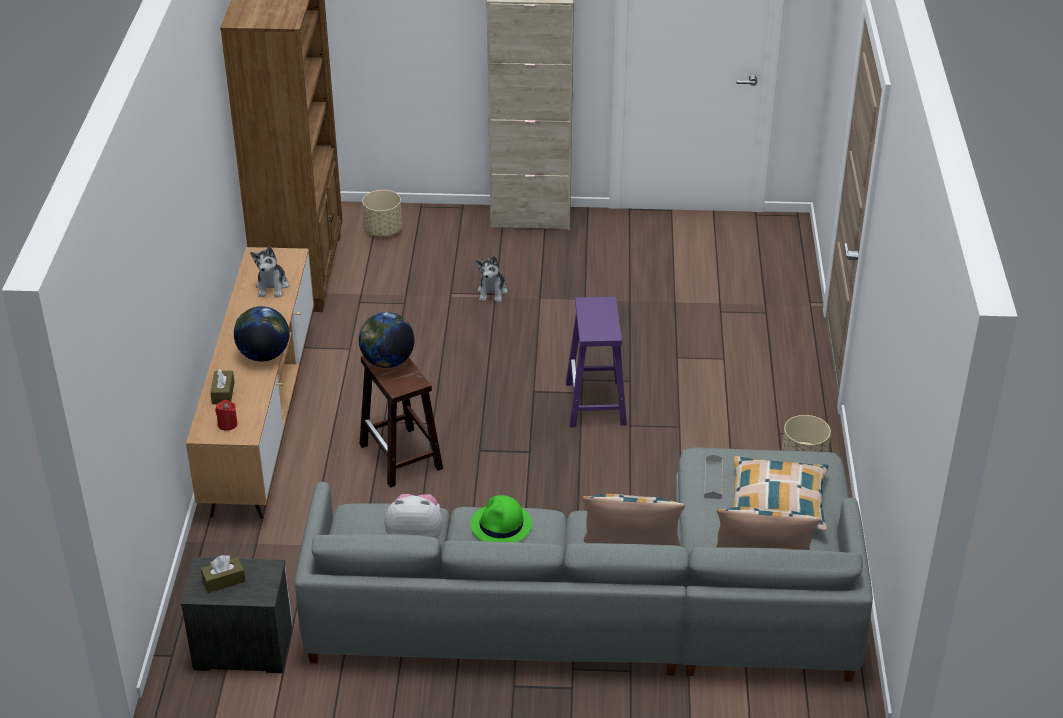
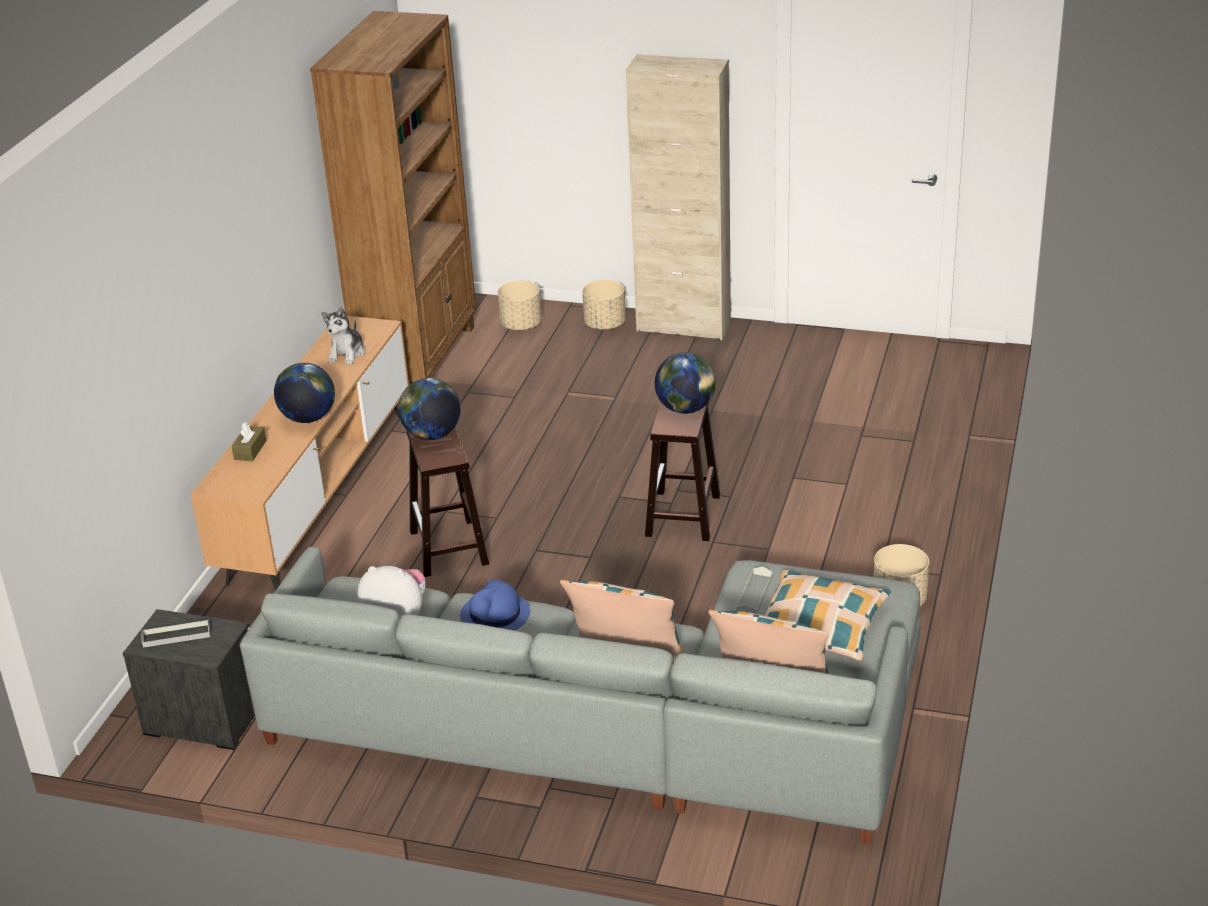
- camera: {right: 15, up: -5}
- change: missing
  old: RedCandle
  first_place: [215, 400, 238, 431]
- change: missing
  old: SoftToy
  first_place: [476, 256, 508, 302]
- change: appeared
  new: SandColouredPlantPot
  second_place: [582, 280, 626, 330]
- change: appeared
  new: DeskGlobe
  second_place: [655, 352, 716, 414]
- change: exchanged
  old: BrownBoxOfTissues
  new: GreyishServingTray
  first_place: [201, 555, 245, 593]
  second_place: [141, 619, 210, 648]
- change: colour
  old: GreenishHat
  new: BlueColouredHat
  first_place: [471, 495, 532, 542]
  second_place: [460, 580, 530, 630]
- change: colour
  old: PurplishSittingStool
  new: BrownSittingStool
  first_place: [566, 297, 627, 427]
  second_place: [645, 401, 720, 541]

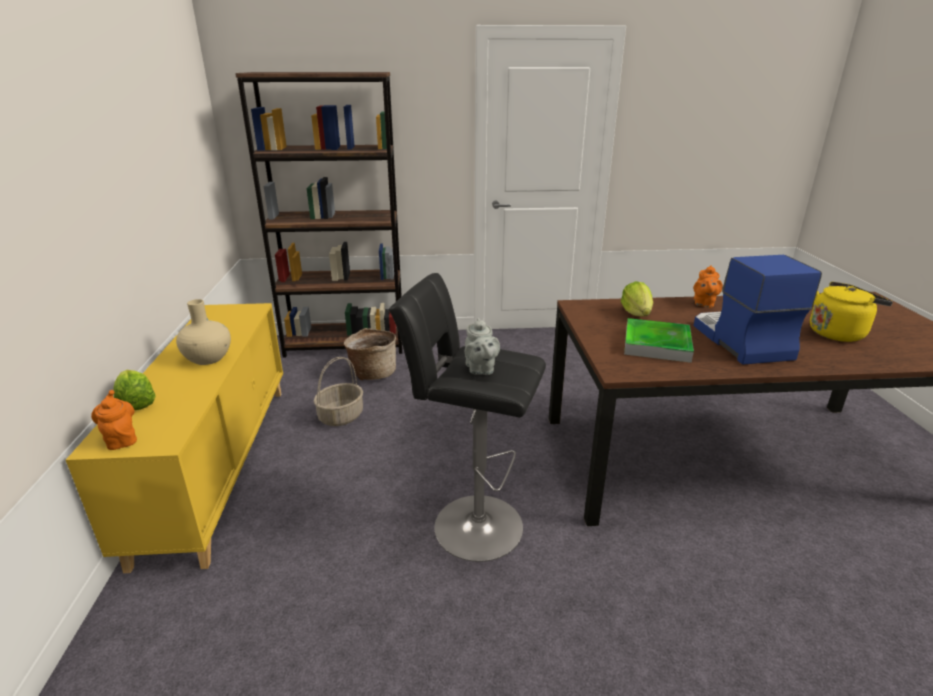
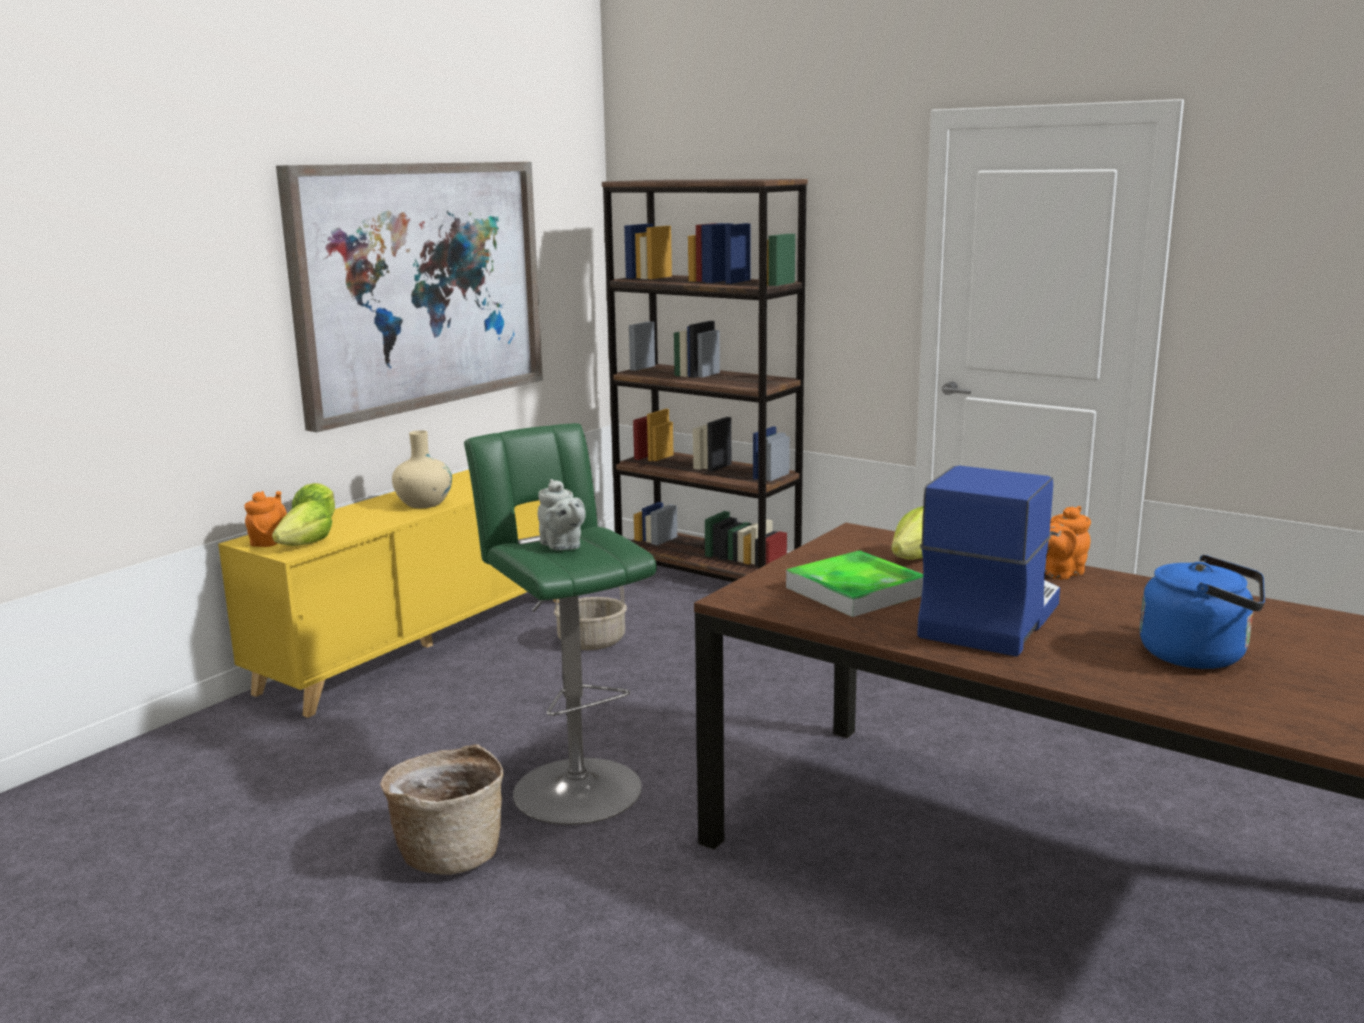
- camera: {right: 40, up: -10}
- change: appeared
  new: LettuceHead
  second_place: [272, 500, 332, 546]
- change: appeared
  new: Picture
  second_place: [276, 162, 543, 432]
- change: relocated
  old: HouseholdBasket
  first_place: [344, 328, 396, 380]
  second_place: [380, 744, 504, 875]
- change: colour
  old: BlackColouredSittingStool
  new: GreenishSittingStool
  first_place: [389, 273, 546, 562]
  second_place: [464, 423, 657, 825]
- change: colour
  old: YellowColouredTeaKettle
  new: BlueColouredTeaKettle
  first_place: [810, 281, 893, 342]
  second_place: [1140, 555, 1265, 669]
- change: spun
  old: GreyishPotForTea
  first_place: [465, 318, 500, 375]
  second_place: [538, 479, 586, 550]
  degrees: -60

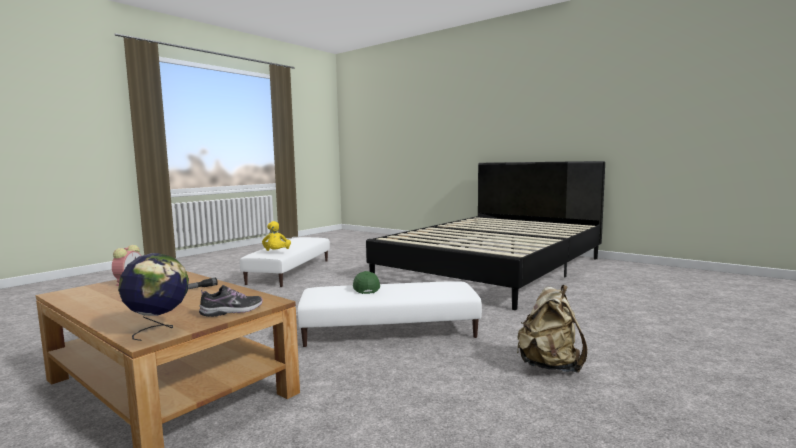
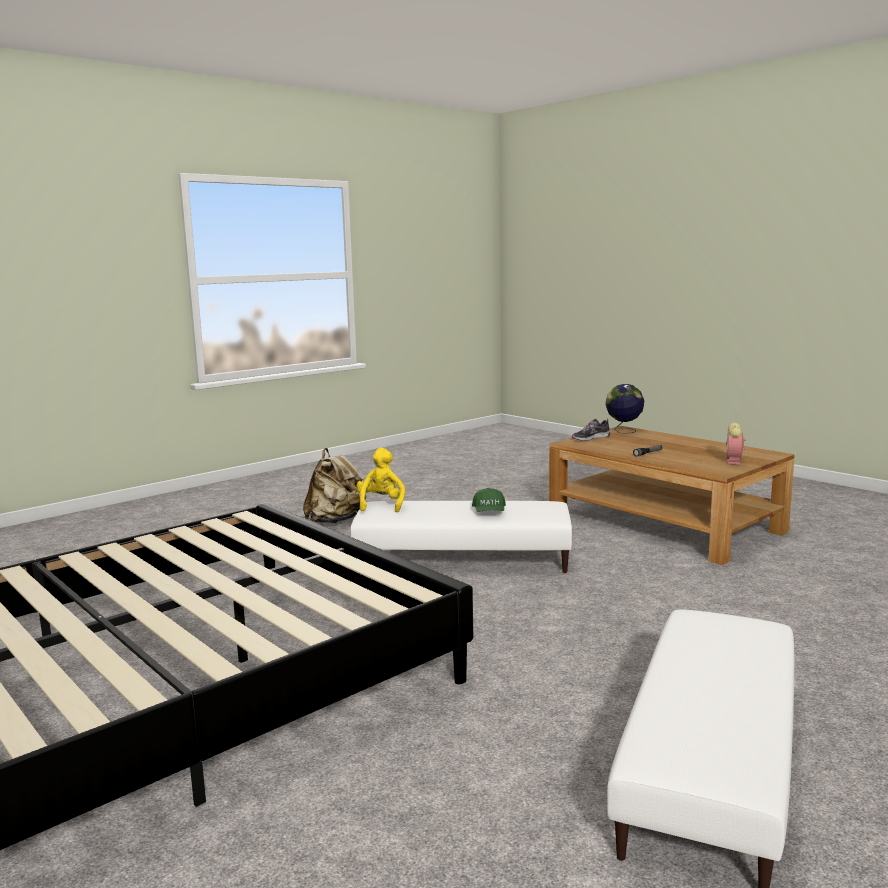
- camera: {right: -170, up: 5}
- change: relocated
  old: YellowColouredSoftToy
  first_place: [262, 221, 291, 251]
  second_place: [356, 448, 405, 513]

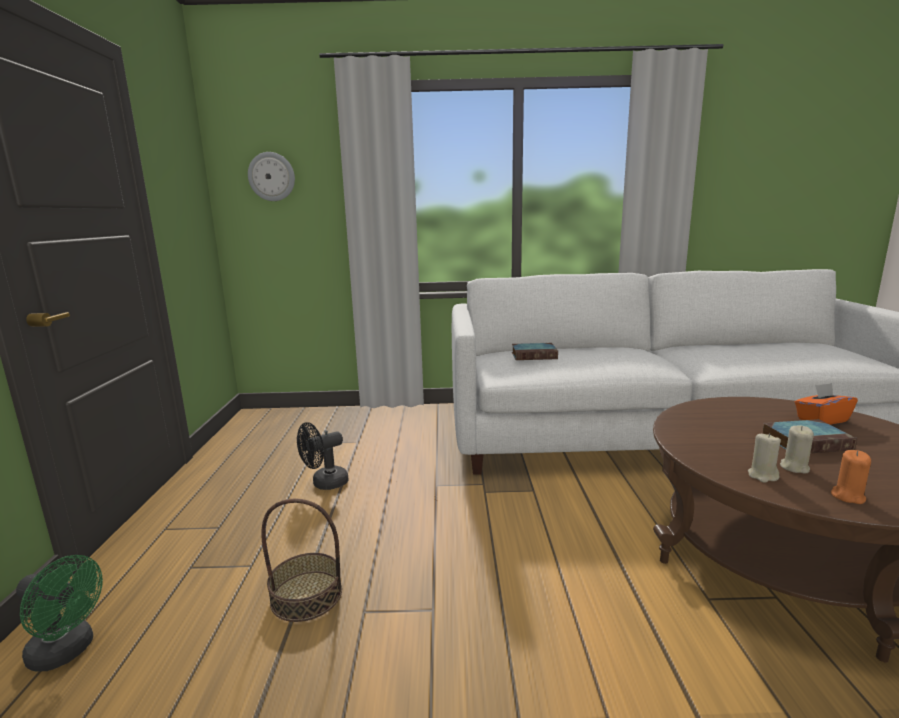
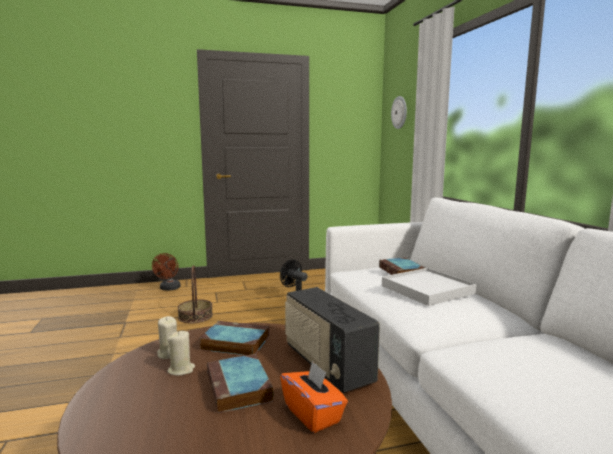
- camera: {right: 75, up: -5}
- change: missing
  old: OrangeCandle
  first_place: [831, 450, 871, 504]
- change: appeared
  new: BoundBook
  second_place: [200, 321, 269, 355]
- change: appeared
  new: RadioReceiver
  second_place: [285, 287, 380, 393]
- change: appeared
  new: WhiteServingTray
  second_place: [382, 268, 476, 306]
- change: colour
  old: GreenishCoolingFan
  new: BrownCoolingFan
  first_place: [16, 555, 103, 671]
  second_place: [152, 253, 181, 290]

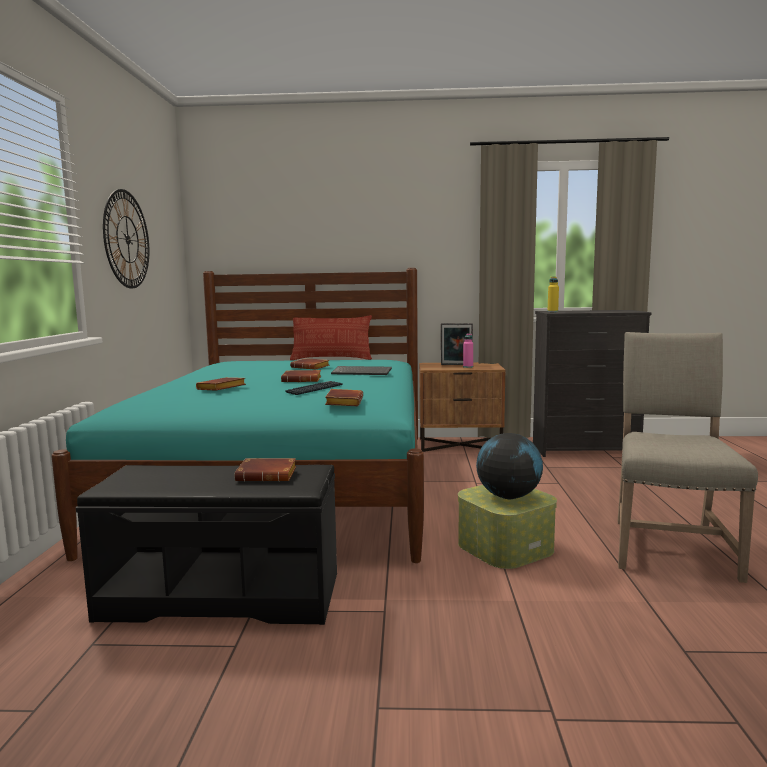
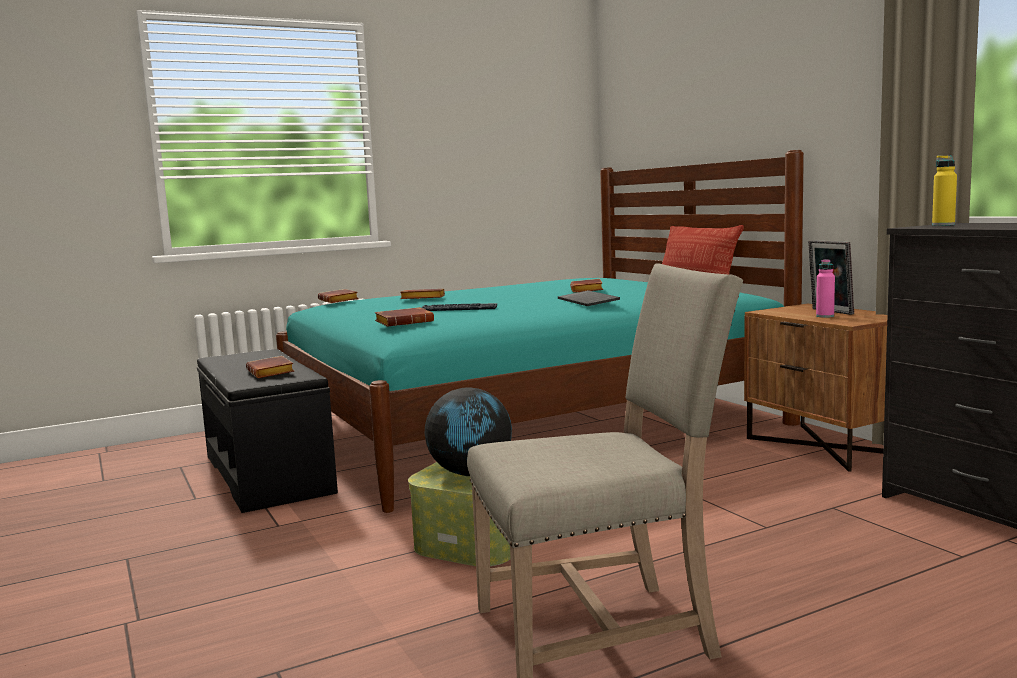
- camera: {right: 60, up: 0}
- change: missing
  old: WallClock
  first_place: [103, 189, 149, 289]
- change: relocated
  old: BrownBoundBook
  first_place: [281, 370, 321, 382]
  second_place: [318, 289, 359, 303]

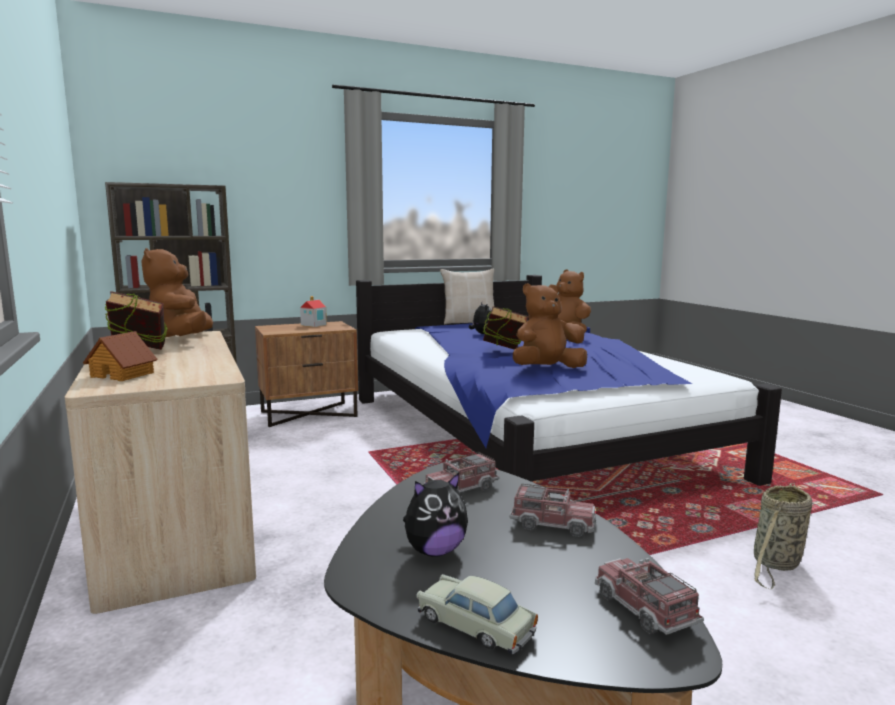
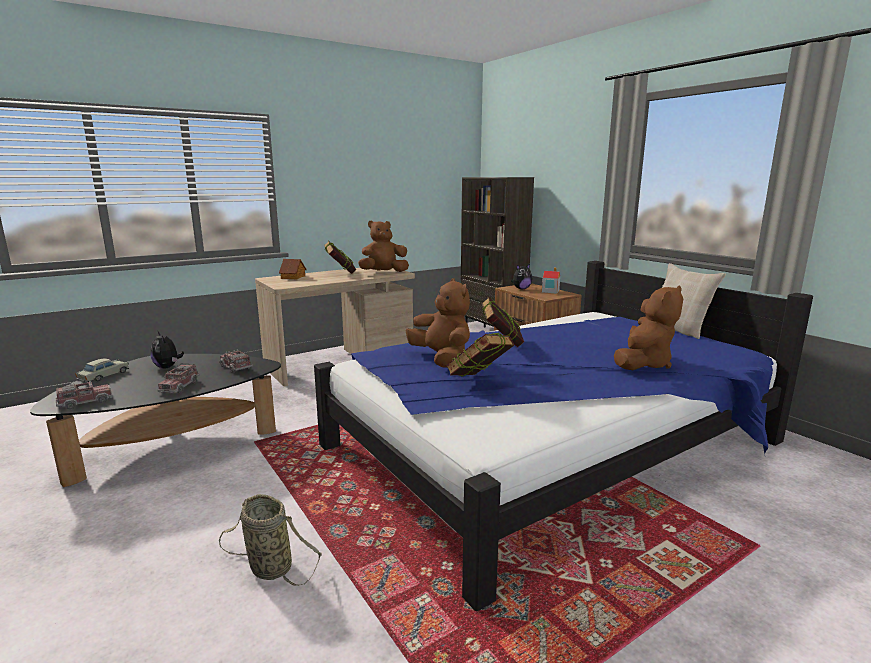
- camera: {right: 80, up: 5}
- change: appeared
  new: BoundBook
  second_place: [446, 332, 514, 376]
- change: relocated
  old: SoftToy
  first_place: [469, 302, 492, 334]
  second_place: [511, 264, 532, 289]

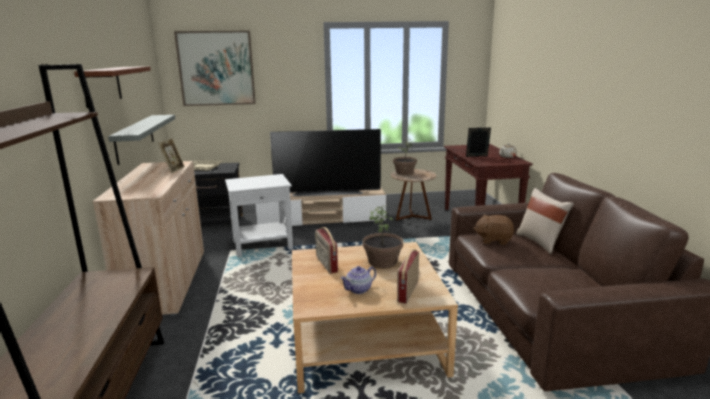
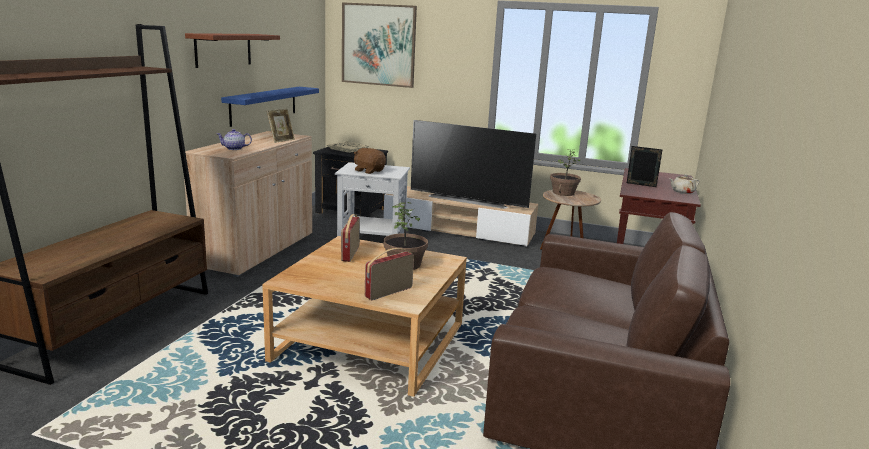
- camera: {right: 25, up: 0}
- change: missing
  old: SandColouredPillow
  first_place: [516, 188, 574, 254]
- change: relocated
  old: PotForTea
  first_place: [340, 266, 376, 294]
  second_place: [216, 129, 252, 150]
- change: relocated
  old: BrownSoftToy
  first_place: [473, 214, 514, 245]
  second_place: [354, 148, 386, 174]
- change: colour
  old: GreyishBracketShelf
  new: BlueColouredBracketShelf
  first_place: [108, 115, 175, 165]
  second_place: [221, 87, 319, 127]

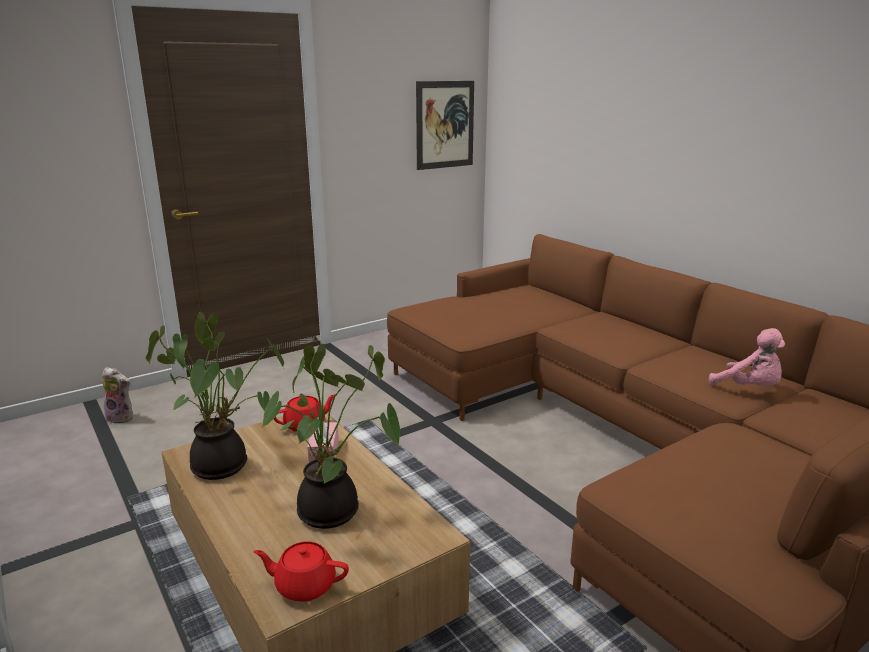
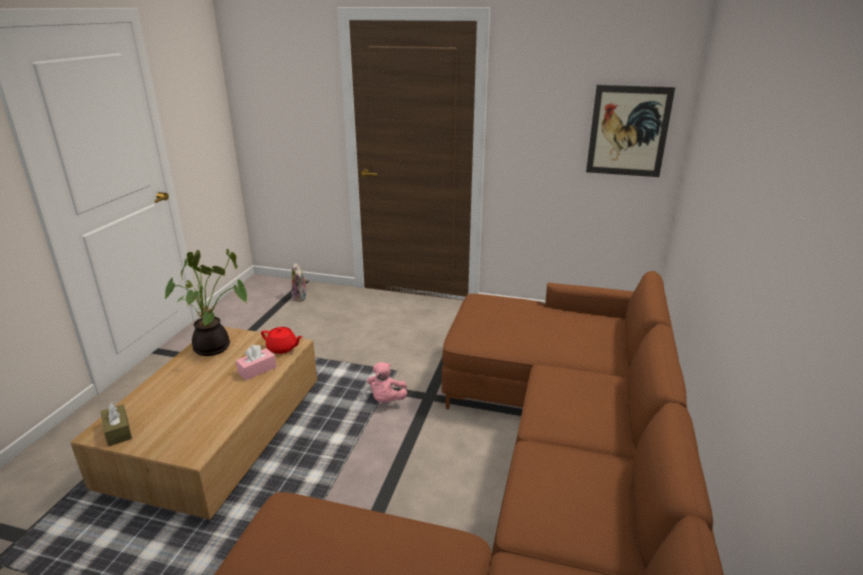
- camera: {right: 50, up: 5}
- change: missing
  old: PottedPlant
  first_place: [261, 344, 400, 529]
- change: relocated
  old: PinkishSoftToy
  first_place: [709, 328, 785, 386]
  second_place: [367, 362, 407, 403]
- change: exchanged
  old: RedPotForTea
  new: BrownBoxOfTissues
  first_place: [254, 542, 349, 602]
  second_place: [101, 403, 132, 446]

